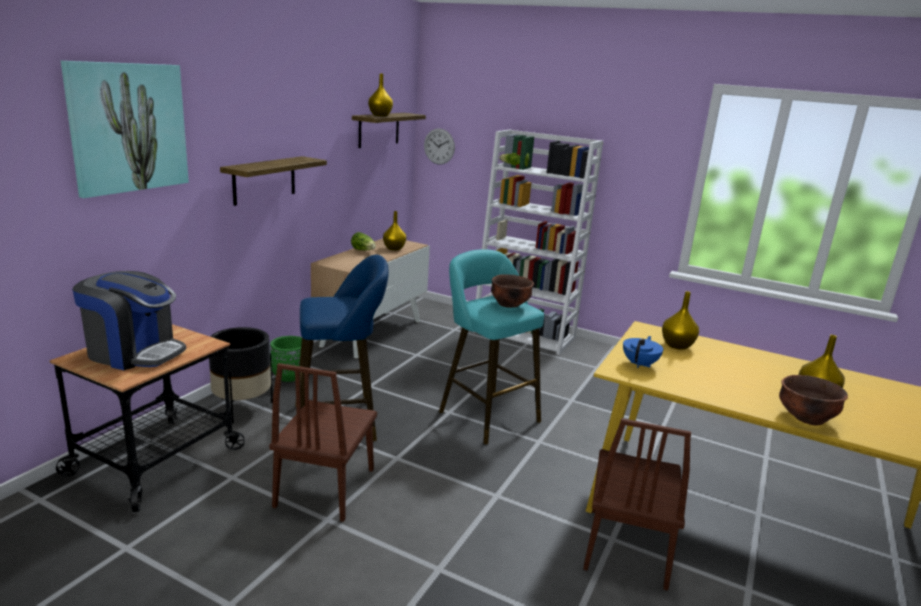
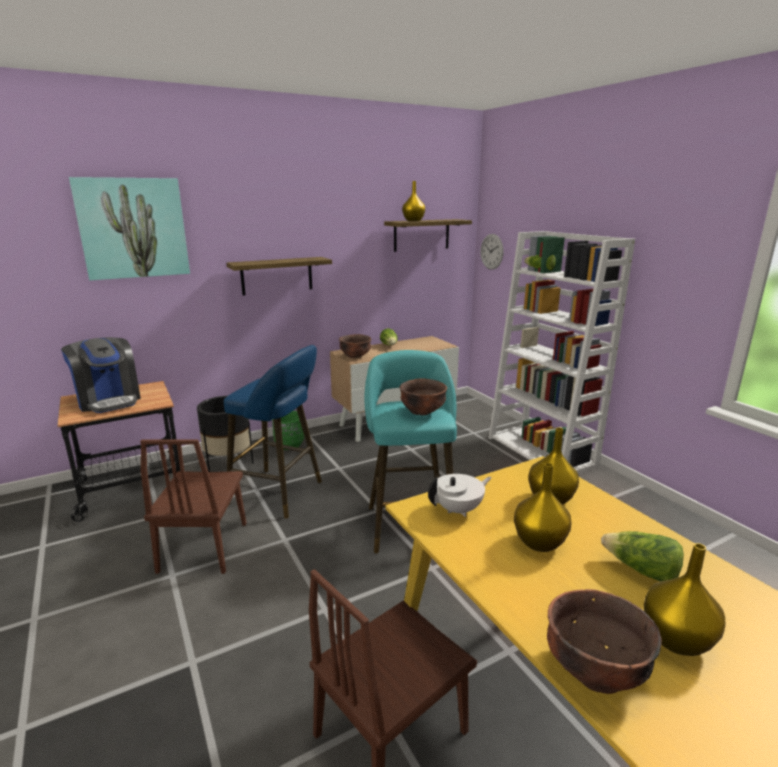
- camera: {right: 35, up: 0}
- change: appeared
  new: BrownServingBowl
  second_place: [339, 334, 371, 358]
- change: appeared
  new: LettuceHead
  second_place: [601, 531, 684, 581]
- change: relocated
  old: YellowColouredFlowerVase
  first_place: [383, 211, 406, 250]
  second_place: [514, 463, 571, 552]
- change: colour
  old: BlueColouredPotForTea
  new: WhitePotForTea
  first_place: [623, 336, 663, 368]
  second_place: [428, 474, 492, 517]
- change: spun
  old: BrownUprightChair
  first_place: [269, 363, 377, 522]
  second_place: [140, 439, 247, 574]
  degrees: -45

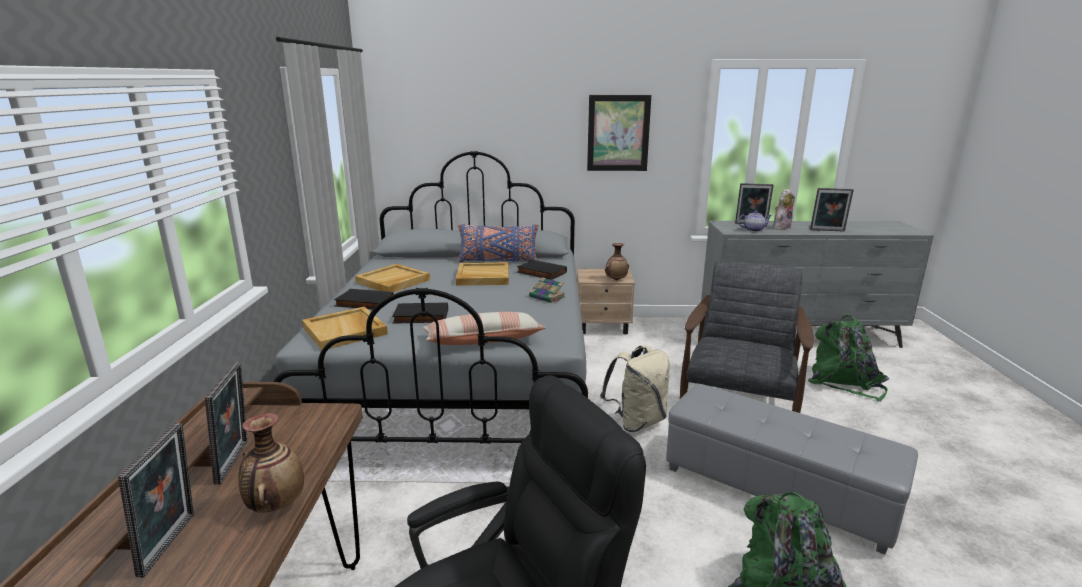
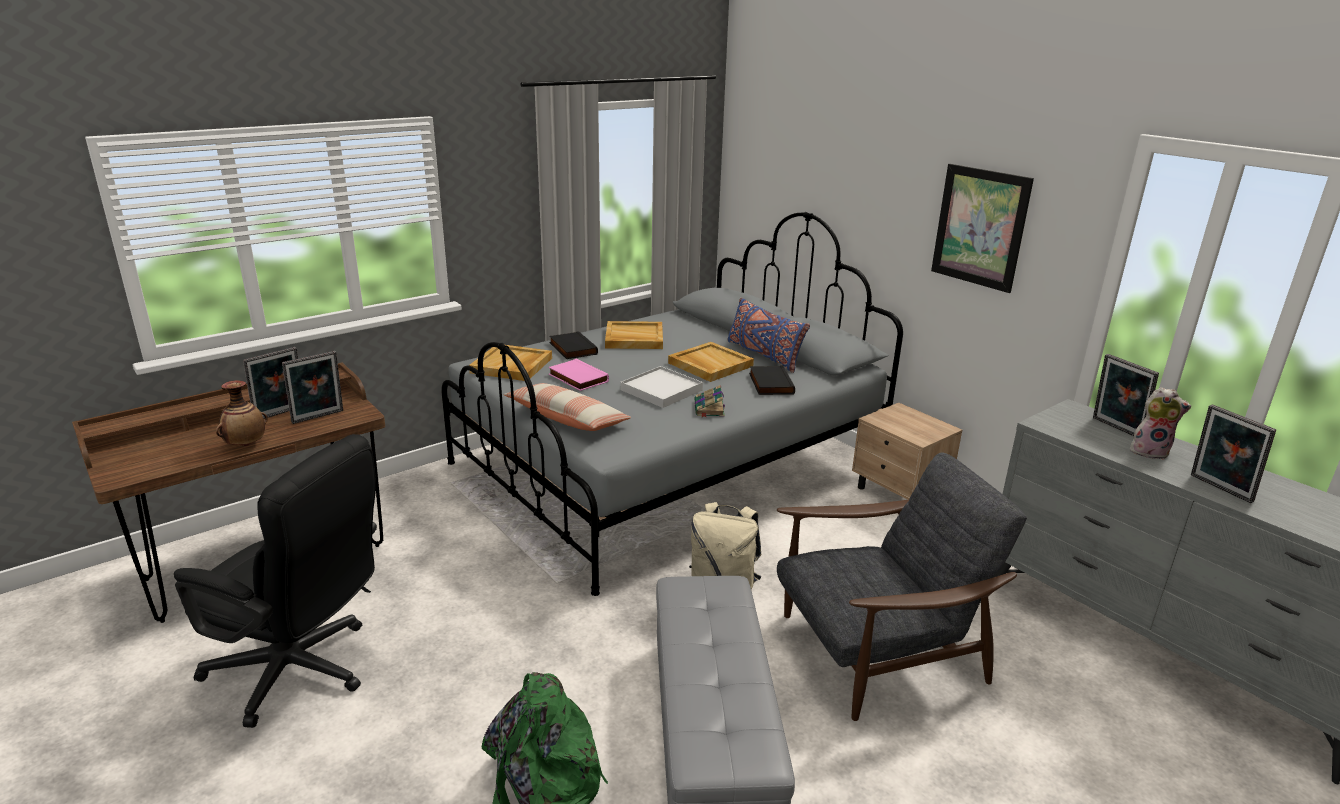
- camera: {right: 50, up: 5}
- change: missing
  old: FlowerVase
  first_place: [605, 243, 629, 280]
- change: missing
  old: PotForTea
  first_place: [738, 210, 772, 232]
- change: missing
  old: GreenishKnapsack
  first_place: [808, 315, 889, 402]
- change: appeared
  new: WhiteServingTray
  second_place: [621, 366, 703, 408]
- change: relocated
  old: PictureFrame
  first_place: [118, 423, 194, 577]
  second_place: [282, 351, 343, 424]
- change: colour
  old: BlackColouredBoundBook
  new: PinkishBoundBook
  first_place: [392, 302, 448, 324]
  second_place: [549, 359, 609, 391]

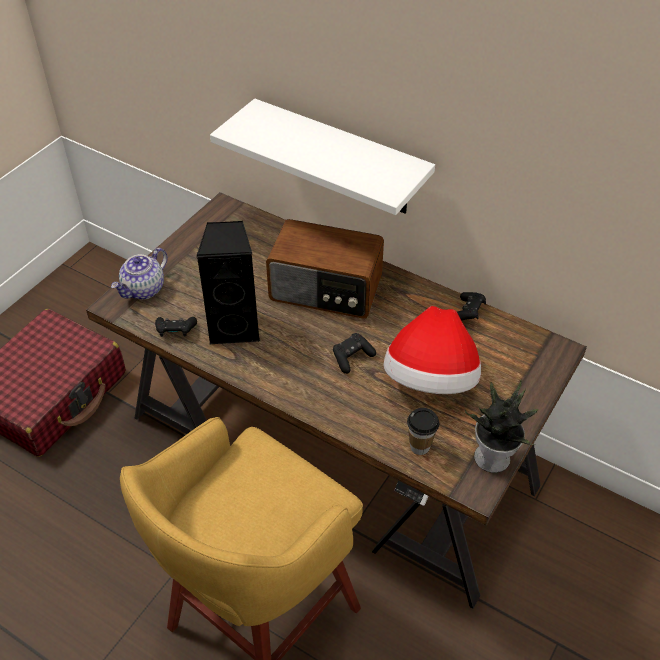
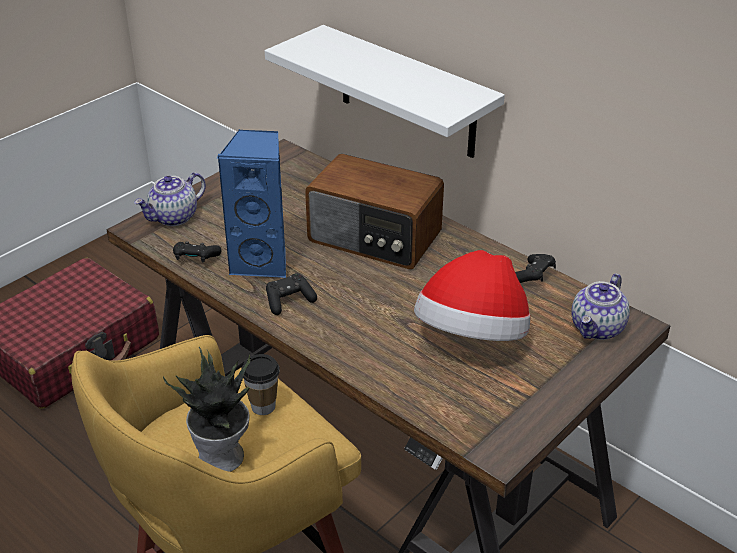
- camera: {right: 10, up: -10}
- change: appeared
  new: PotForTea
  second_place: [571, 273, 630, 340]
- change: relocated
  old: BlackColouredGameController
  first_place: [333, 333, 376, 374]
  second_place: [266, 273, 317, 315]
- change: relocated
  old: Cup
  first_place: [407, 408, 440, 455]
  second_place: [241, 354, 280, 415]
- change: relocated
  old: PottedPlant
  first_place: [465, 380, 538, 473]
  second_place: [163, 347, 251, 472]
- change: colour
  old: BlackColouredLoudspeaker
  new: BlueColouredLoudspeaker
  first_place: [196, 221, 260, 344]
  second_place: [217, 129, 286, 278]

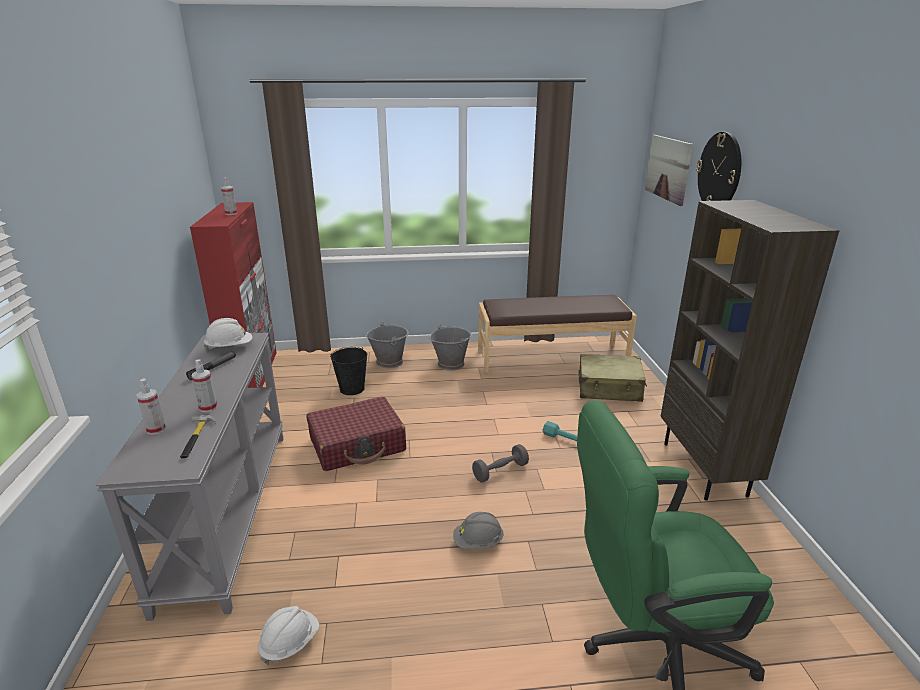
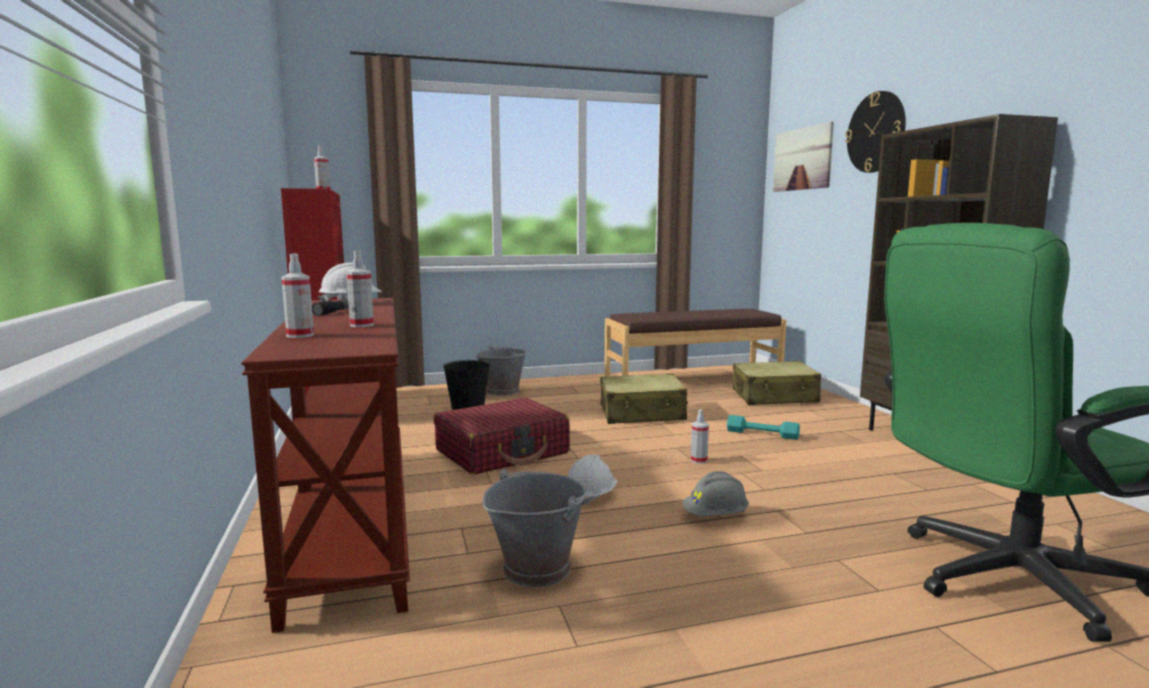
- camera: {right: -10, up: -15}
- change: missing
  old: HandHammer
  first_place: [180, 415, 216, 459]
- change: appeared
  new: SandColouredSuitcase
  second_place: [601, 373, 688, 424]
- change: relocated
  old: WhiteHardHat
  first_place: [258, 606, 319, 665]
  second_place: [567, 454, 618, 505]
- change: relocated
  old: GreyishPail
  first_place: [430, 325, 472, 371]
  second_place: [482, 469, 589, 588]
- change: exchanged
  old: GreyishHandWeight
  new: HandSprayer
  first_place: [472, 444, 529, 482]
  second_place: [691, 409, 709, 464]
- change: colour
  old: GreyishHallTable
  new: BrownHallTable
  first_place: [96, 333, 283, 621]
  second_place: [241, 298, 410, 633]

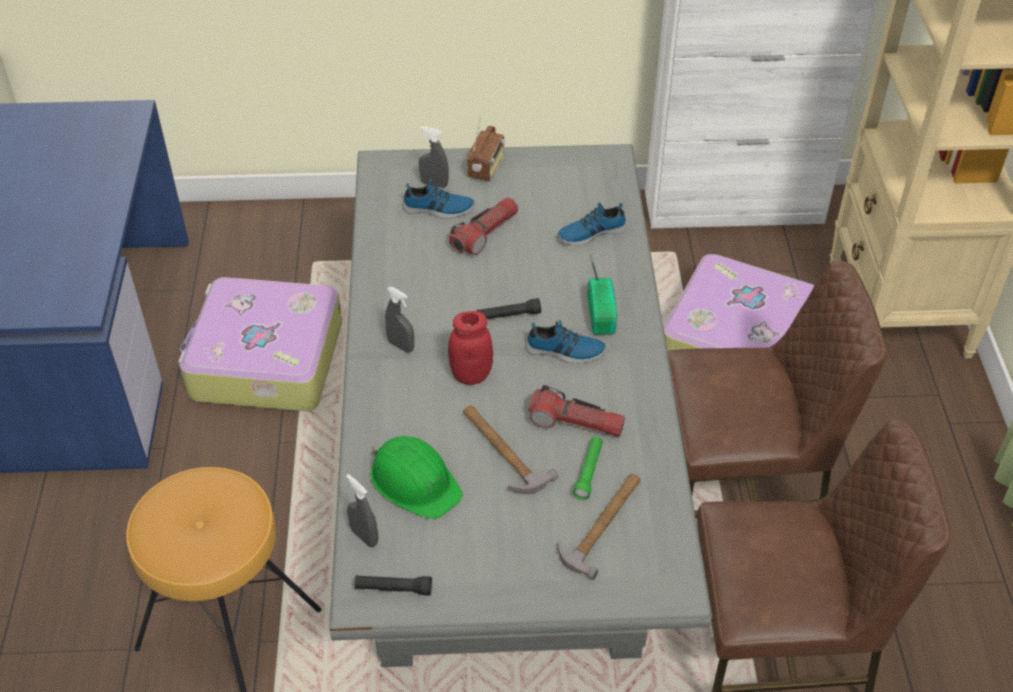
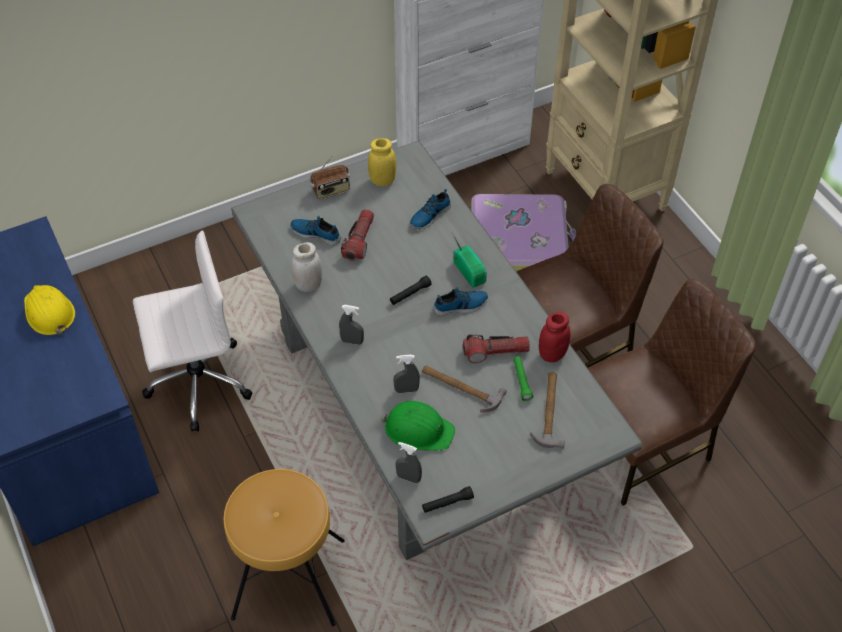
- camera: {right: -25, up: 5}
- change: appeared
  new: YellowColouredHardHat
  second_place: [24, 285, 75, 335]
- change: appeared
  new: WhiteStorageJar
  second_place: [291, 242, 322, 292]
- change: appeared
  new: YellowColouredStorageJar
  second_place: [368, 138, 396, 186]
- change: relocated
  old: GreyishHandSprayer
  first_place: [419, 126, 449, 188]
  second_place: [393, 355, 420, 393]
- change: relocated
  old: RedStorageJar
  first_place: [448, 311, 493, 385]
  second_place: [539, 312, 570, 362]
- change: exchanged
  old: Suitcase
  new: WhiteComputerChair
  first_place: [178, 277, 342, 411]
  second_place: [133, 230, 252, 431]
- change: spun
  old: Shoe
  first_place: [402, 179, 475, 219]
  second_place: [290, 216, 341, 245]
  degrees: -135
- change: spun
  old: RadioReceiver
  first_place: [467, 117, 504, 181]
  second_place: [310, 155, 350, 199]
  degrees: 75

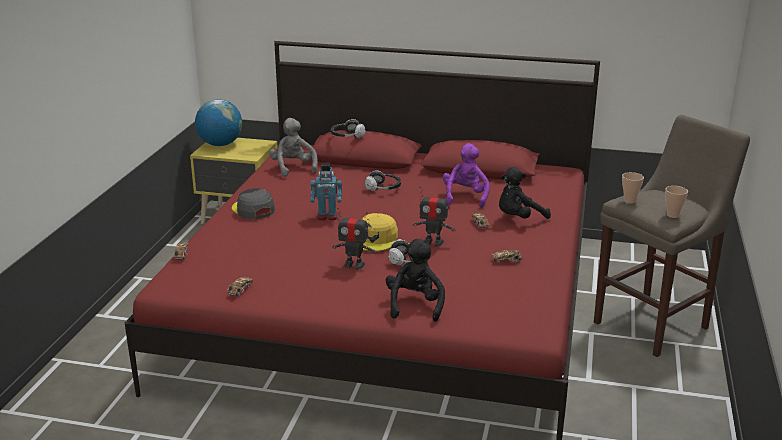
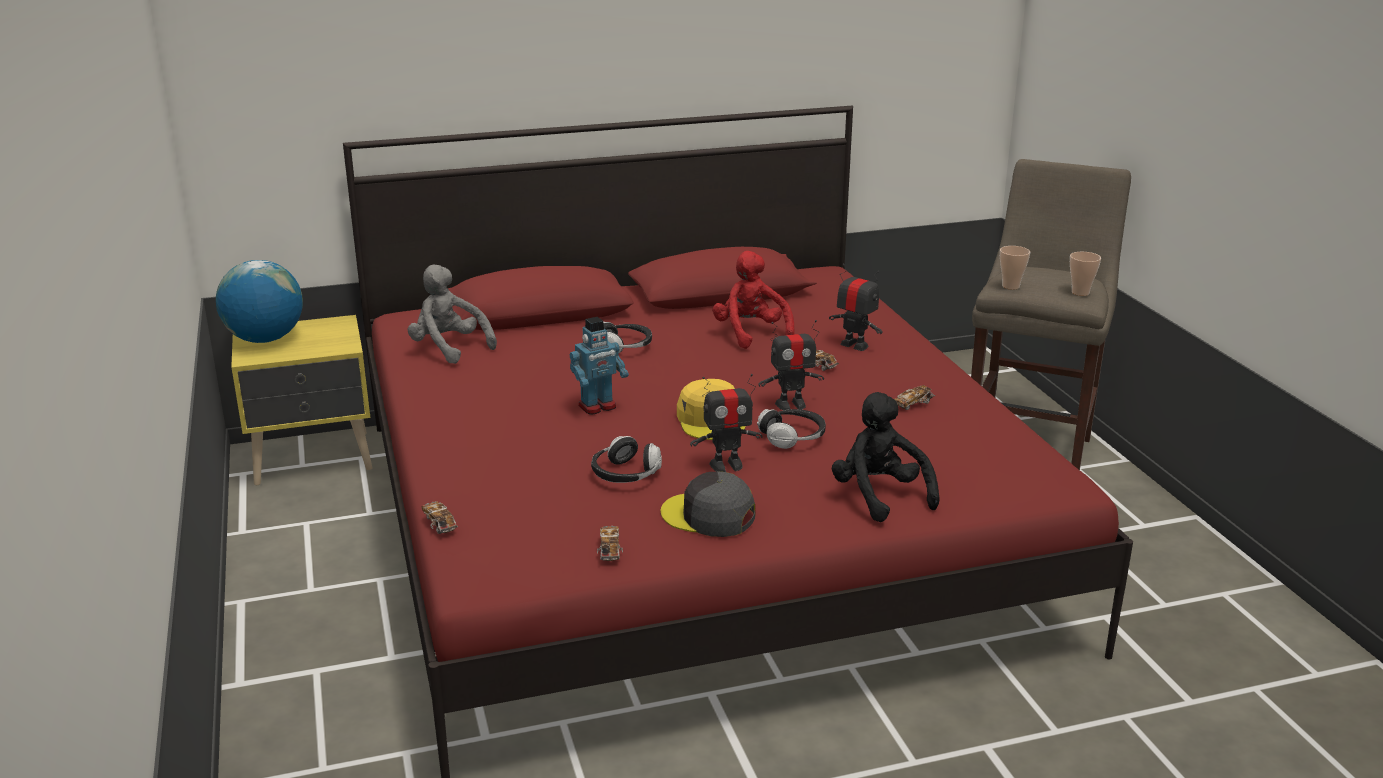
- camera: {right: -30, up: 0}
- change: relocated
  old: GreyishCap
  first_place: [232, 188, 275, 220]
  second_place: [661, 471, 755, 537]
- change: relocated
  old: Headset
  first_place: [331, 119, 366, 138]
  second_place: [591, 436, 662, 483]
- change: exchanged
  old: BlackColouredSoftToy
  new: ModelRobot
  first_place: [499, 167, 551, 219]
  second_place: [829, 264, 883, 351]
- change: colour
  old: PurplishSoftToy
  new: RedSoftToy
  first_place: [442, 143, 490, 208]
  second_place: [712, 251, 795, 349]

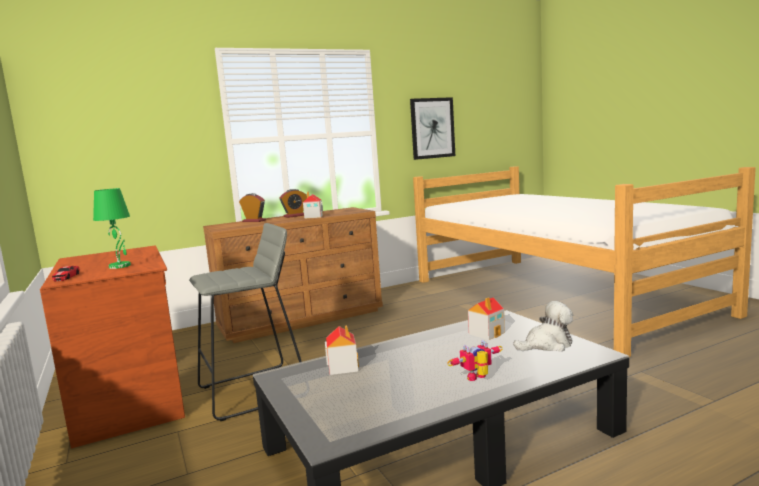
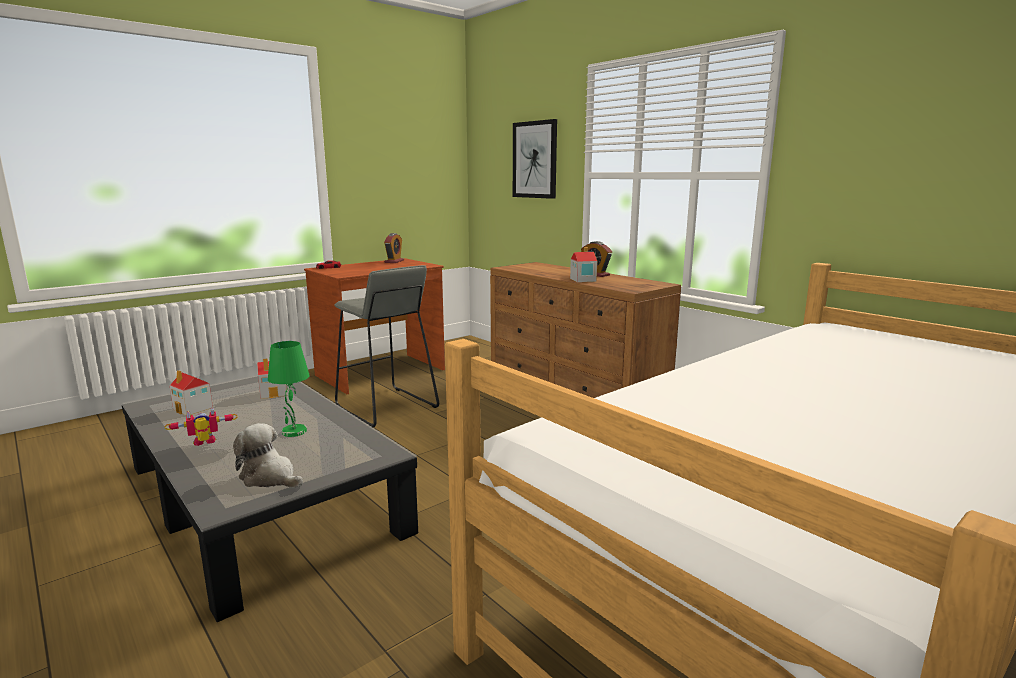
- camera: {right: 75, up: 5}
- change: relocated
  old: GreenishTabletopLamp
  first_place: [93, 188, 131, 269]
  second_place: [268, 341, 310, 437]
- change: relocated
  old: AlarmClock
  first_place: [239, 193, 266, 222]
  second_place: [384, 233, 404, 263]
- change: relocated
  old: Picture
  first_place: [410, 97, 455, 160]
  second_place: [513, 119, 557, 199]
- change: relocated
  old: MiniatureHouse
  first_place: [468, 297, 505, 340]
  second_place: [169, 370, 213, 416]
- change: spun
  old: ModelRobot
  first_place: [447, 340, 503, 381]
  second_place: [164, 407, 238, 446]
  degrees: -75
- change: spun
  old: SoftToy
  first_place: [513, 301, 573, 352]
  second_place: [233, 423, 303, 488]
  degrees: 150

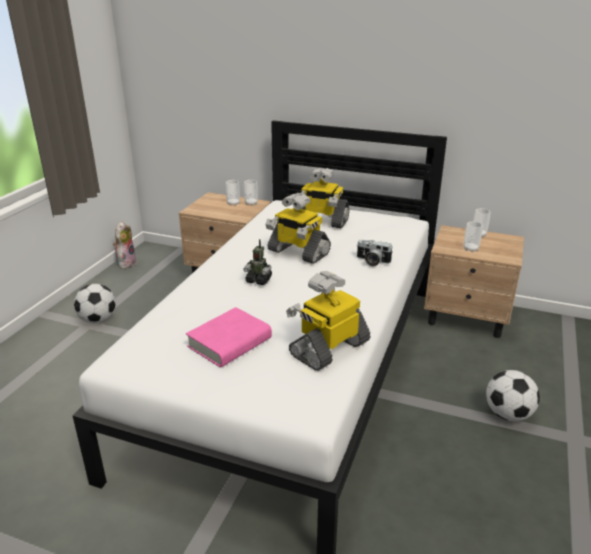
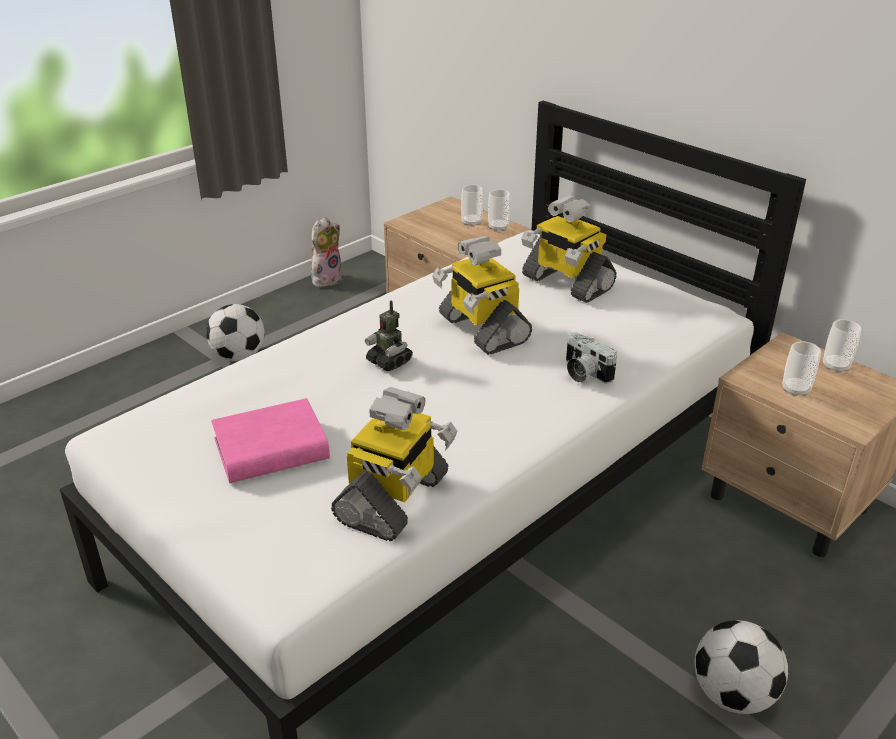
- camera: {right: 25, up: 5}
- change: spun
  old: ModelRobot
  first_place: [286, 271, 370, 371]
  second_place: [331, 387, 457, 541]
  degrees: 135

